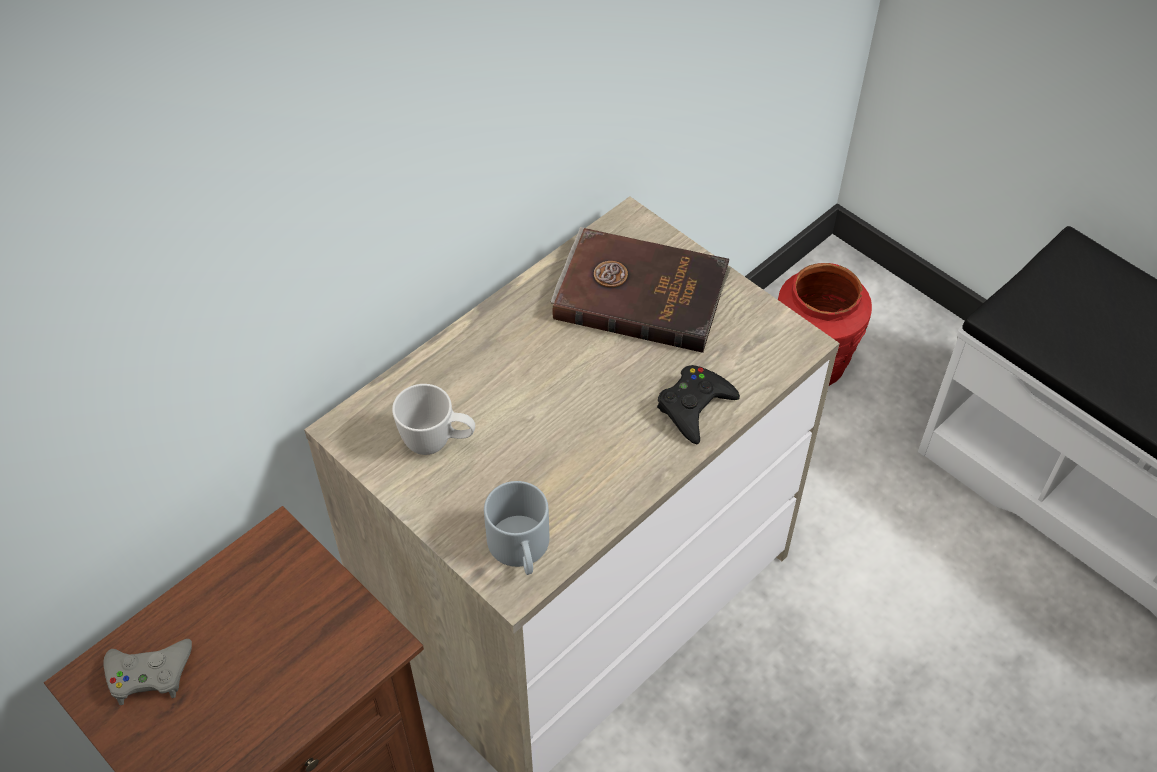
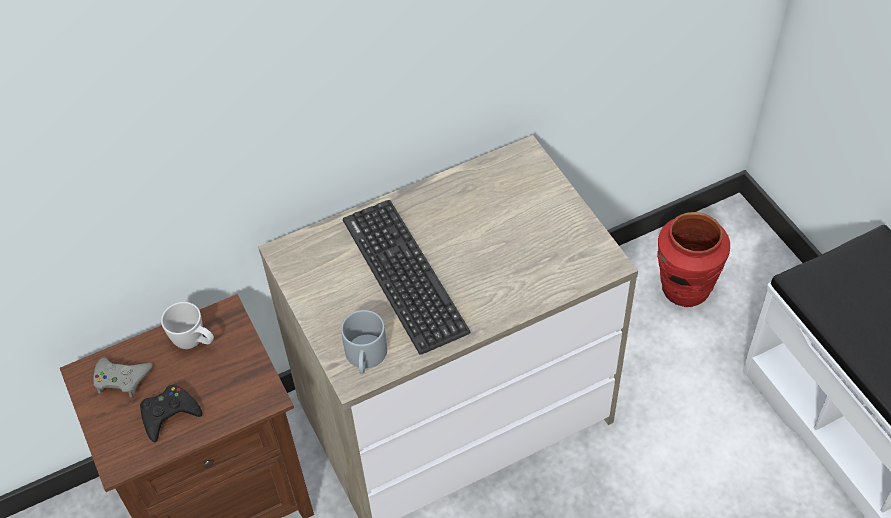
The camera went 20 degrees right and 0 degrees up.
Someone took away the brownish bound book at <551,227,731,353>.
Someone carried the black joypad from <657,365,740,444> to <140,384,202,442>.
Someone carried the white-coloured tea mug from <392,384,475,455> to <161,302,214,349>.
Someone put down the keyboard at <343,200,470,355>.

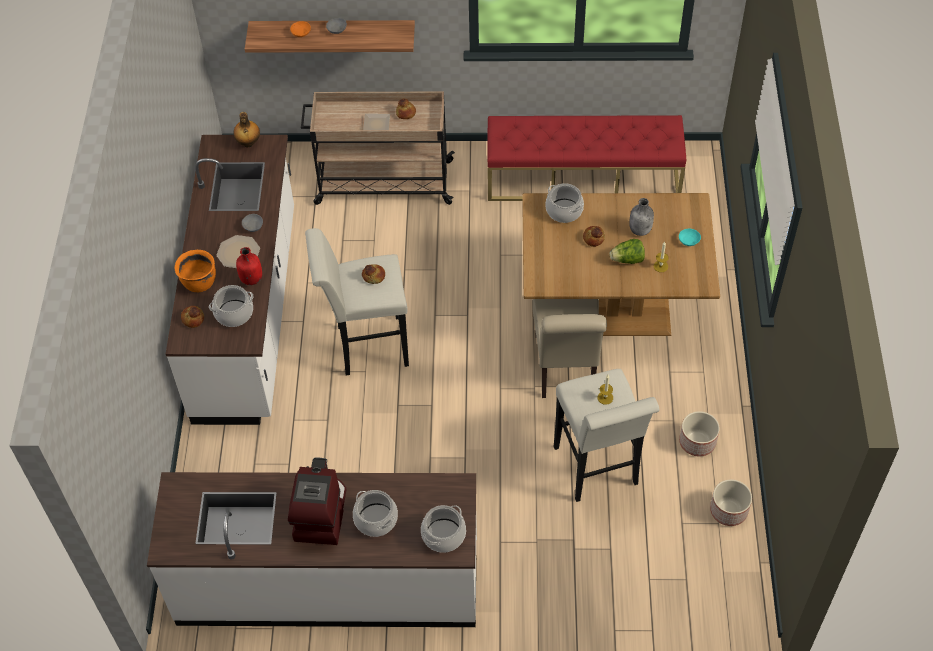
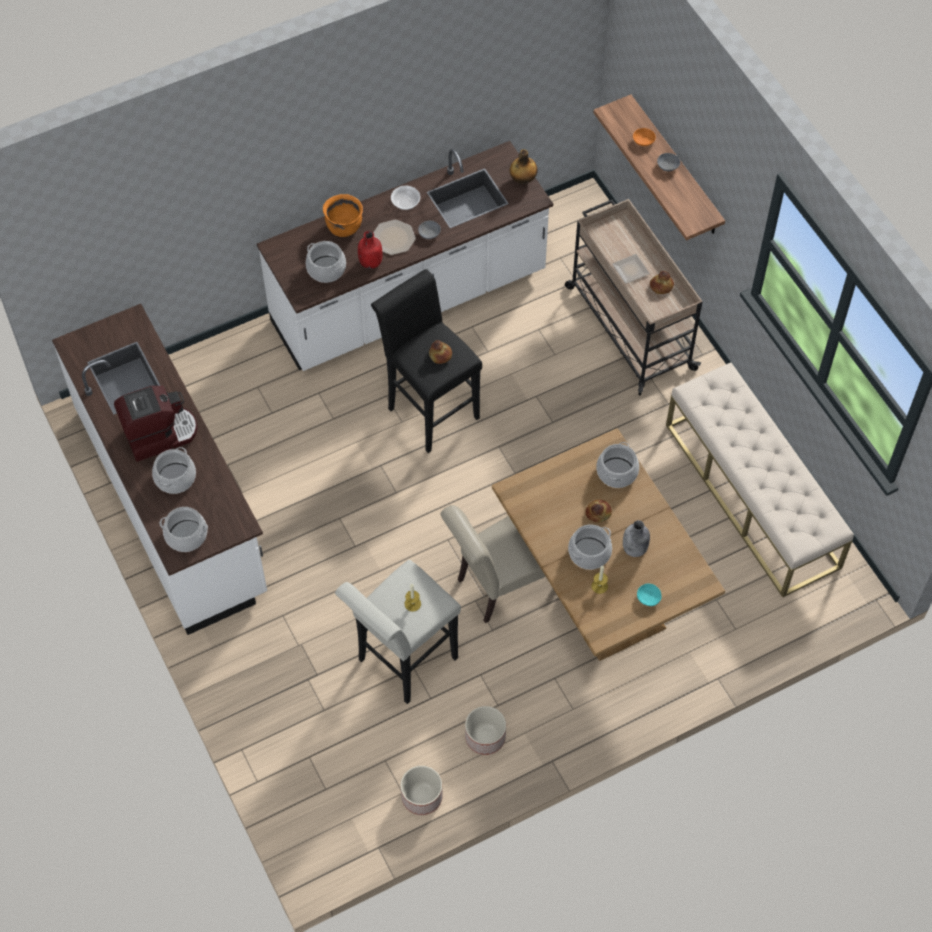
The camera went 60 degrees right and 5 degrees up.
Someone repainted the red-coloured indoor bench at <487,115,686,201>, which became the beige indoor bench at <666,363,854,597>.
Someone repainted the white-coloured sitting stool at <305,228,409,376>, which became the black sitting stool at <371,269,482,453>.
Someone swapped the lettuce at <610,239,645,264> for the cooking pot at <568,525,612,570>.
Someone took away the bread at <181,306,204,328>.
Someone put down the deep dish at <391,186,420,210>.

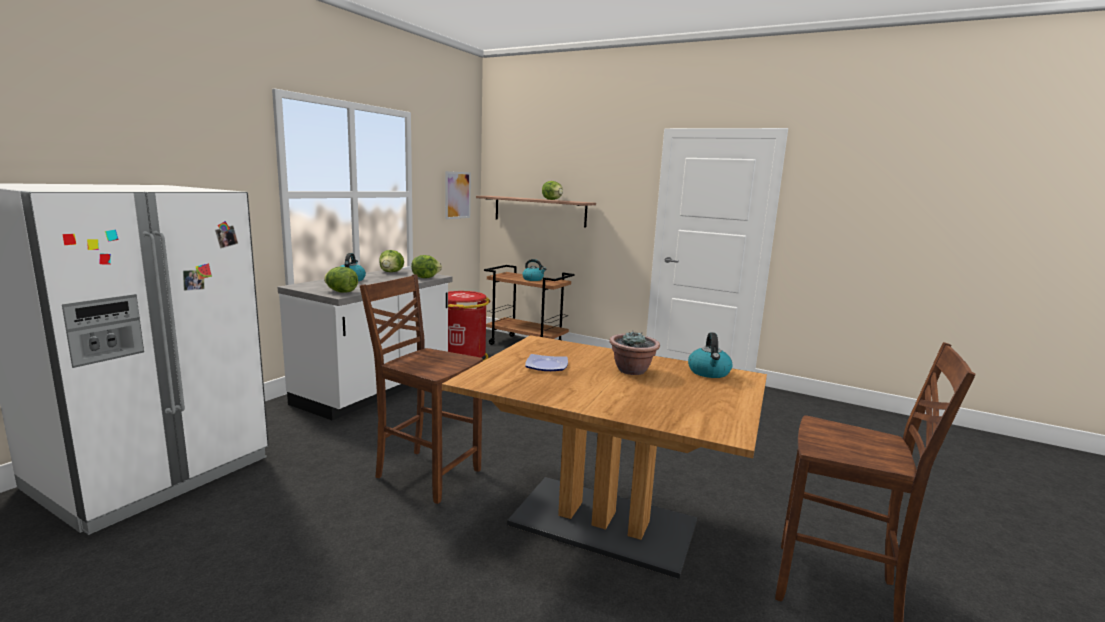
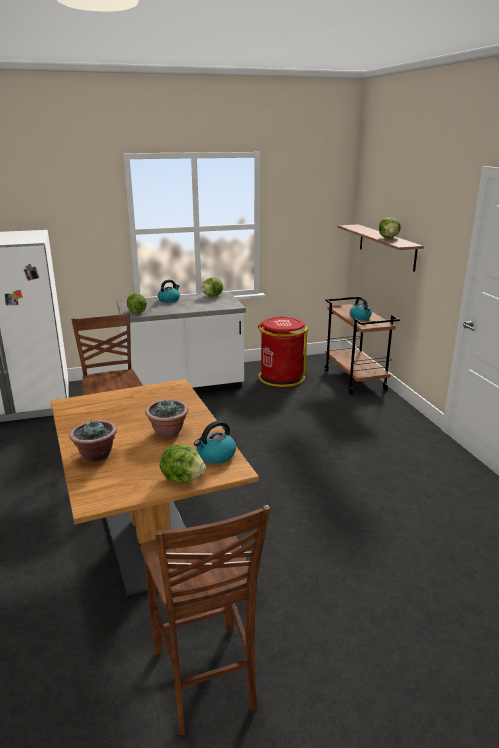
The camera went 45 degrees right and 10 degrees up.
Someone took away the wall picture at <445,171,471,219>.
Someone carried the lettuce from <411,255,442,278> to <159,444,206,483>.
Someone took away the dinner plate at <525,354,568,371>.
Someone put down the potted plant at <69,420,117,462>.

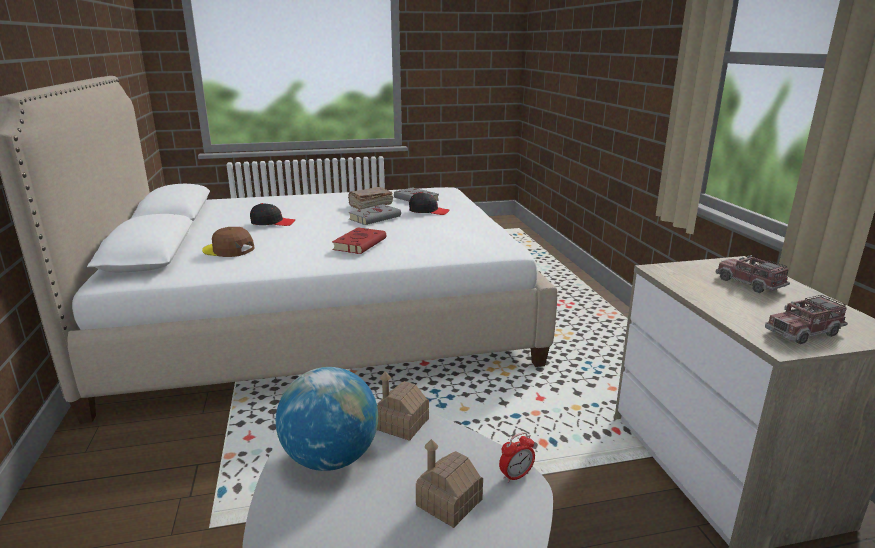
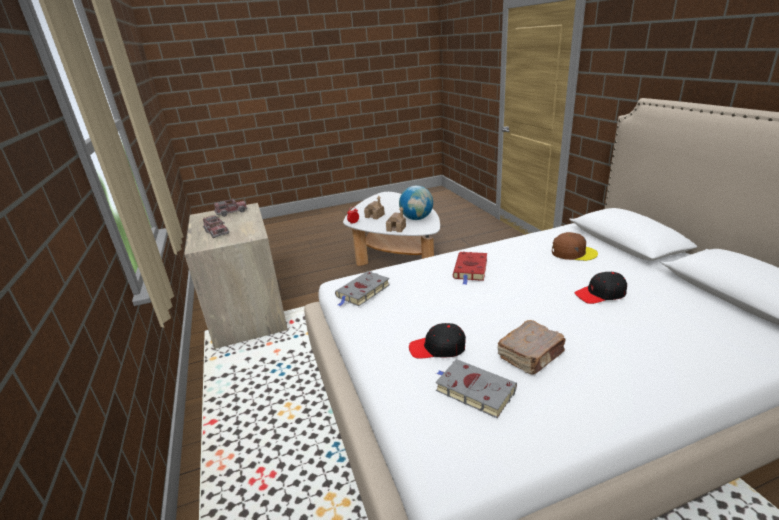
The camera went 175 degrees right and 5 degrees up.
Someone carried the greyish bound book from <348,204,401,225> to <335,271,390,306>.

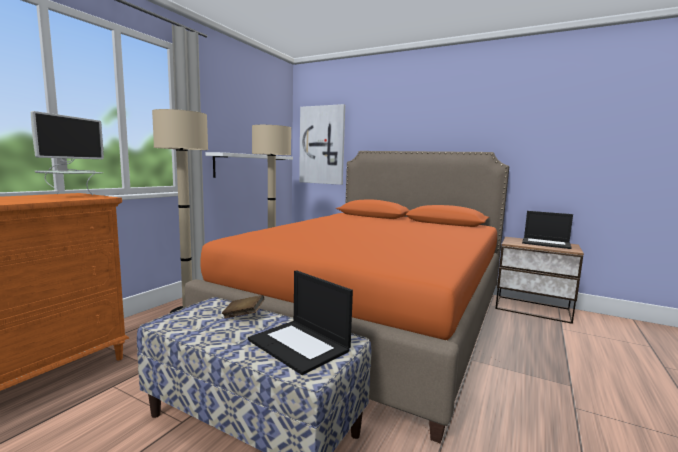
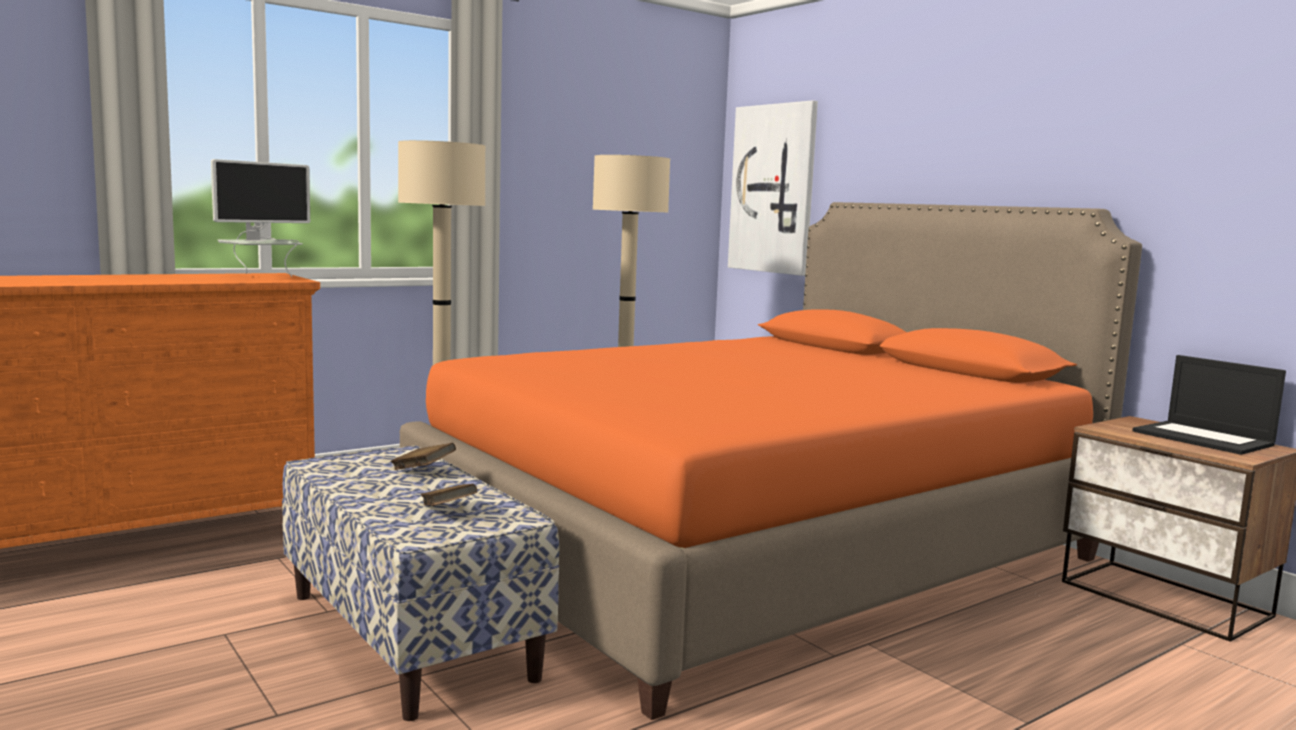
The camera went 25 degrees right and 0 degrees up.
Someone took away the white-coloured wall shelf at <205,152,293,178>.
Someone swapped the laptop at <248,270,353,375> for the brownish bound book at <421,484,477,506>.

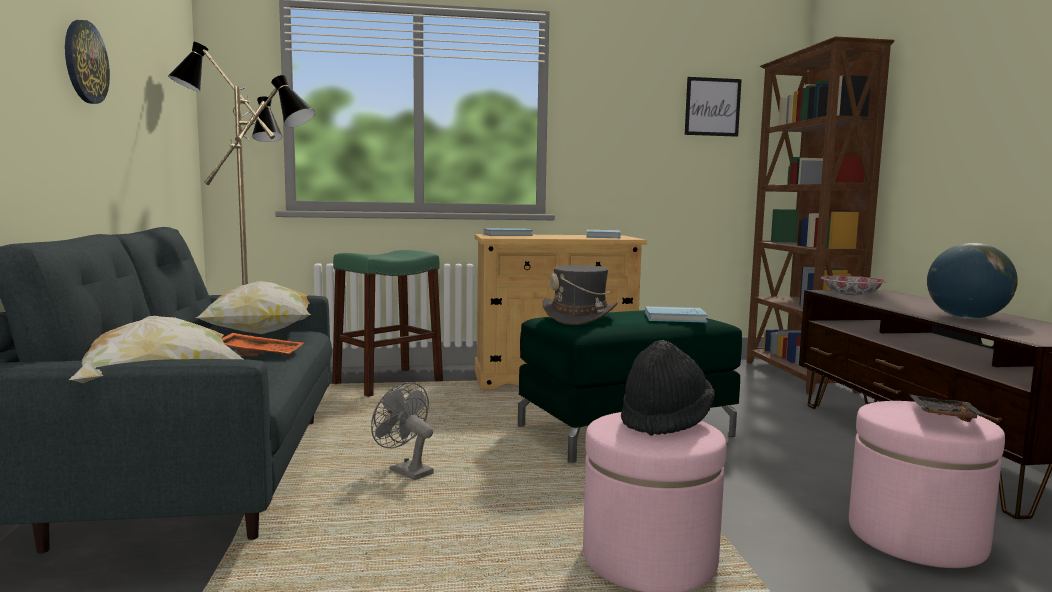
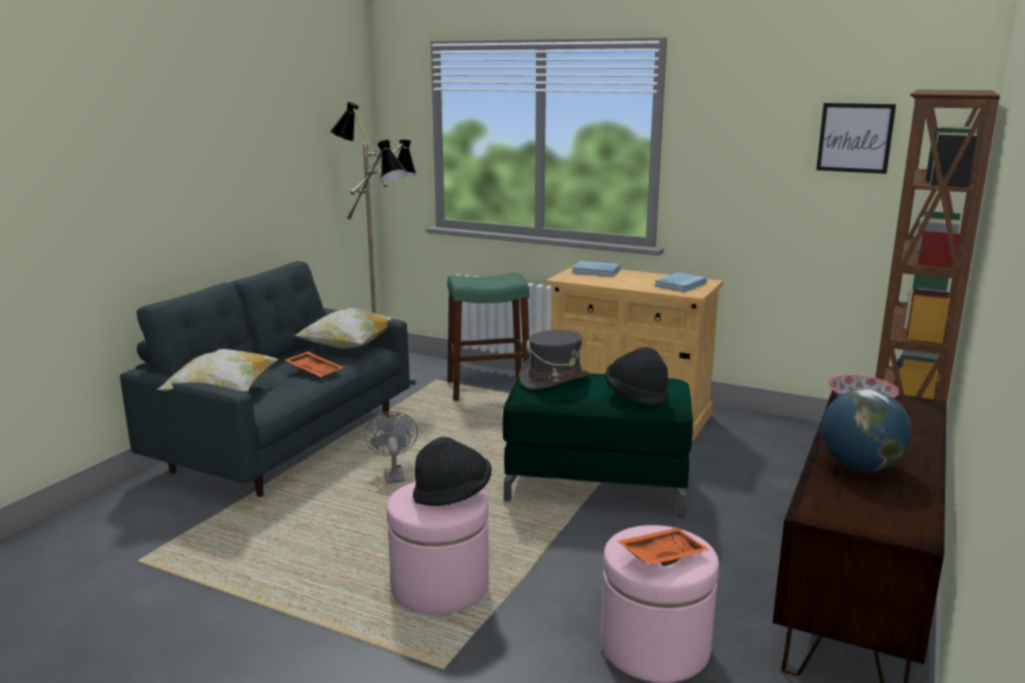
The camera went 35 degrees right and 10 degrees up.
Someone took away the hanging clock at <65,20,110,104>.
Someone swapped the blue-coloured bound book at <645,306,708,323> for the black hat at <605,347,669,405>.
Someone repainted the black carrying tray at <909,394,988,422>, which became the orangey carrying tray at <617,527,710,566>.

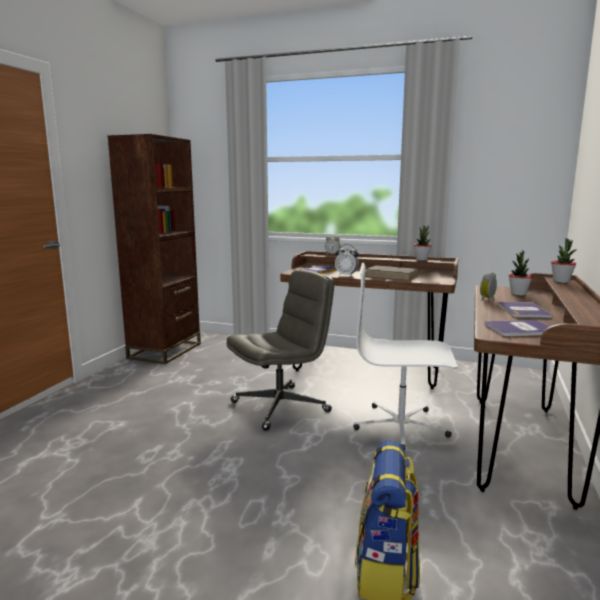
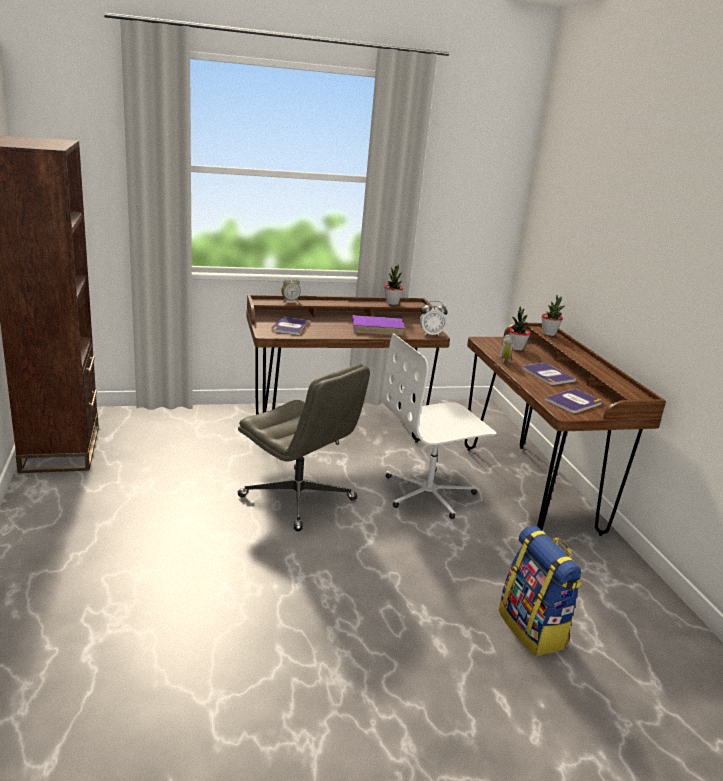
The camera went 35 degrees left and 10 degrees up.
Someone carried the bedside clock from <335,244,359,277> to <420,301,448,336>.
Someone repainted the brownish bound book at <366,265,419,281>, which became the purple bound book at <352,315,405,336>.
Someone rotated the greyish computer chair at <226,270,334,431> by 105 degrees clockwise.

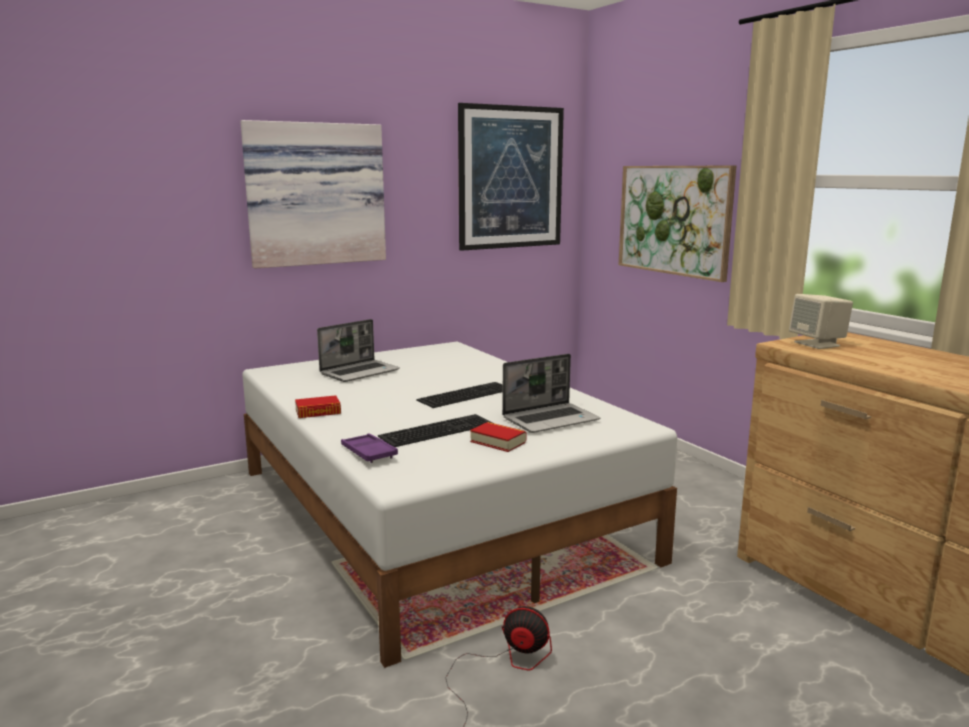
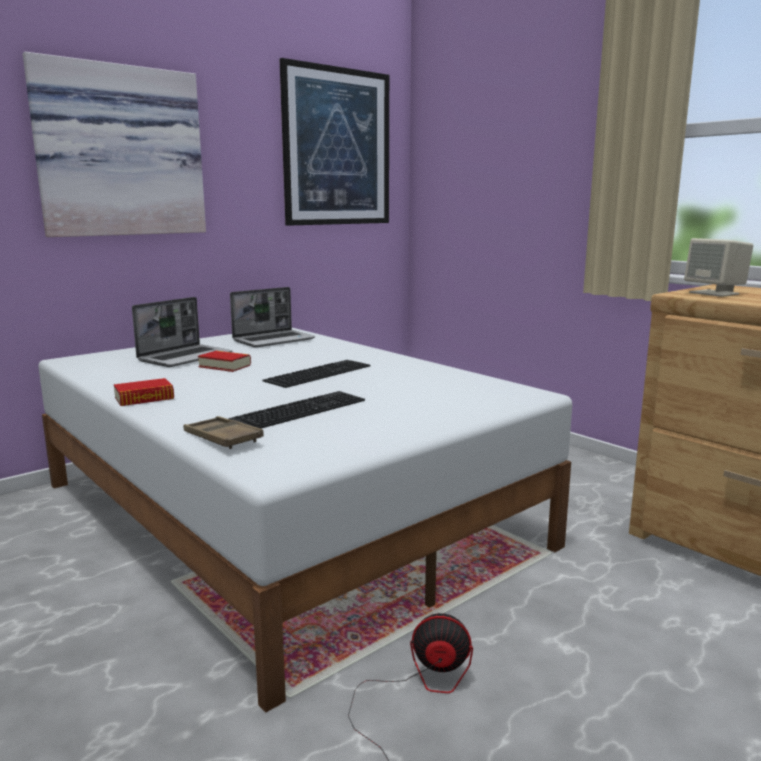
The camera went 10 degrees left and 0 degrees up.
Someone took away the wall picture at <619,166,736,282>.
Someone carried the laptop from <502,354,600,433> to <230,287,315,347>.
Someone carried the bound book from <470,422,527,452> to <198,351,251,372>.
Someone repainted the purple carrying tray at <341,433,398,463>, which became the brownish carrying tray at <184,416,264,449>.

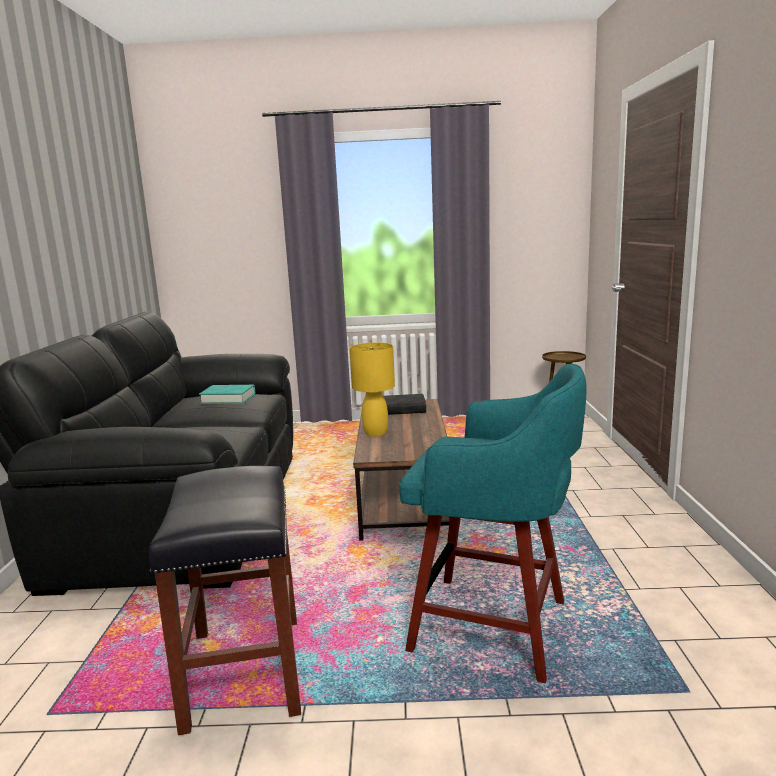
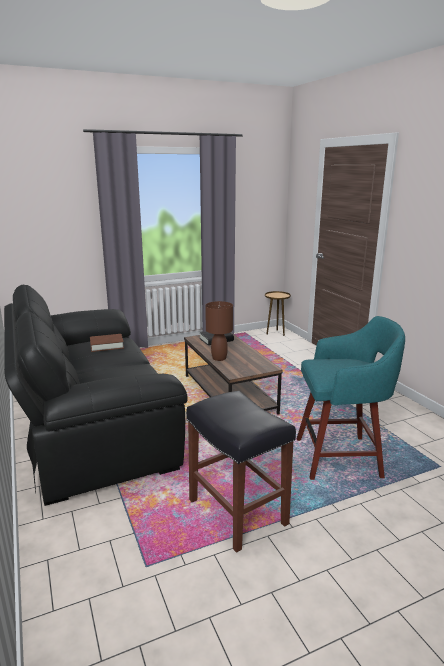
The camera went 25 degrees left and 5 degrees up.
Someone repainted the yellowish tabletop lamp at <350,342,395,437>, which became the brownish tabletop lamp at <205,301,233,361>.
Someone repainted the turquoise-coloured bound book at <199,385,255,404>, which became the brownish bound book at <90,334,124,352>.

